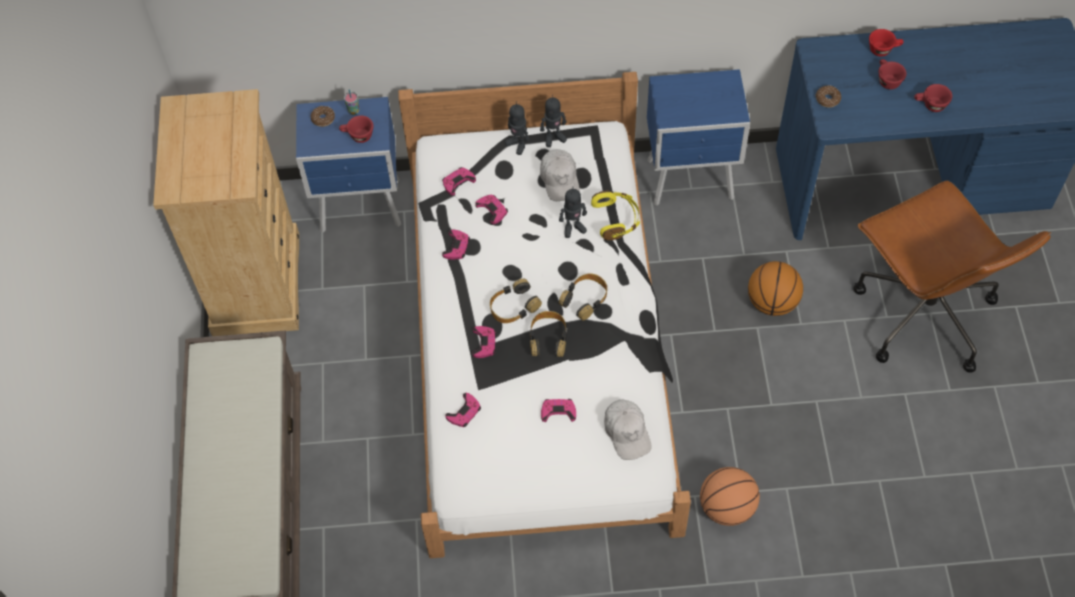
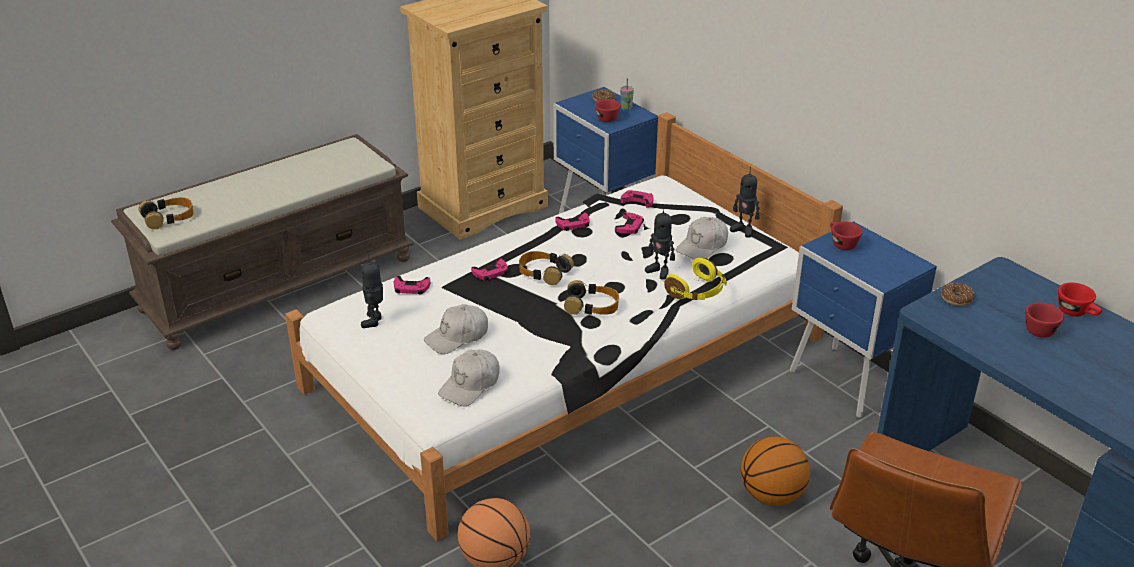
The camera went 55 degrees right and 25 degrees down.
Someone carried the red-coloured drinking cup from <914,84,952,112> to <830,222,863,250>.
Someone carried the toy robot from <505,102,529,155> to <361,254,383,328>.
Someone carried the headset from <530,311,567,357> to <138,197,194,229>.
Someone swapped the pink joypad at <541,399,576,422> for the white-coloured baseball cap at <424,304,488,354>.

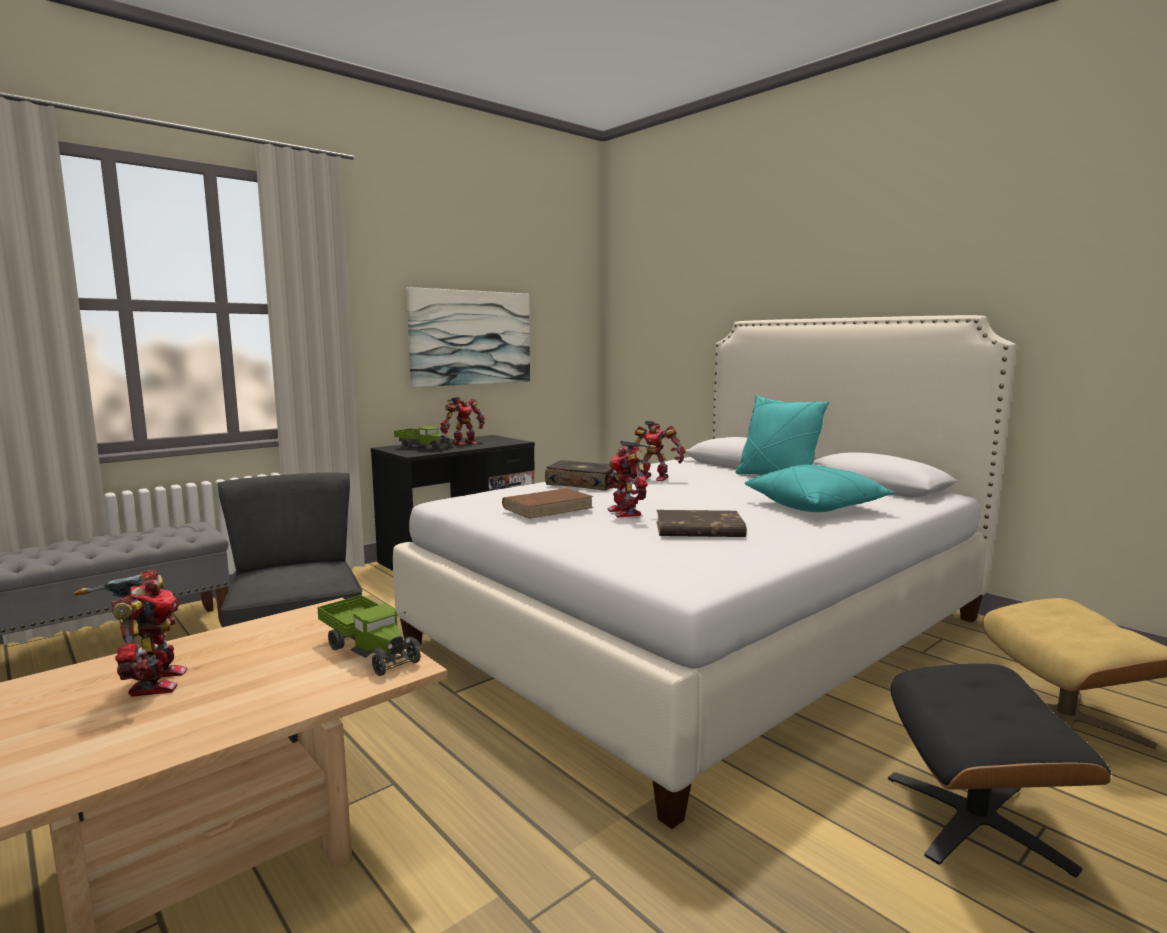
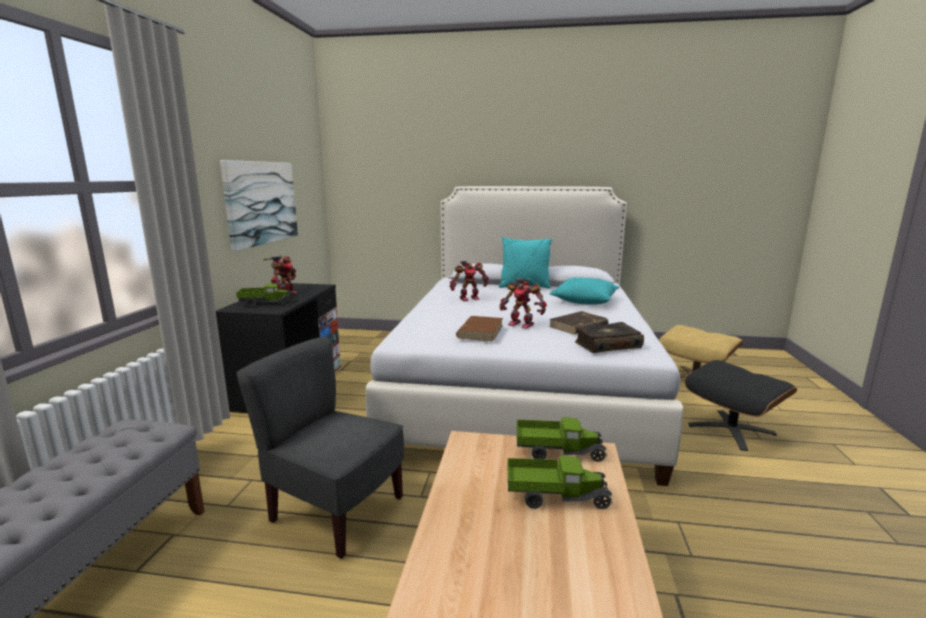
The camera went 40 degrees left and 5 degrees up.
Someone carried the bound book from <545,460,613,491> to <575,322,644,353>.
Someone took away the toy robot at <74,569,187,697>.
Someone put down the model truck at <507,455,612,509>.

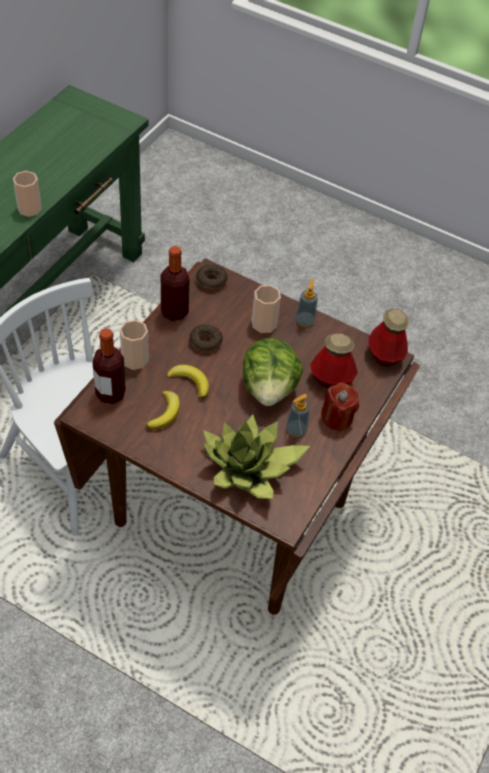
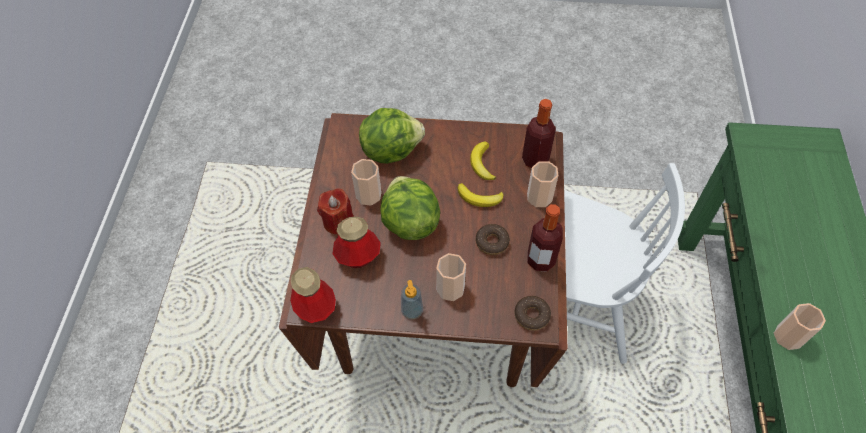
The camera went 160 degrees right and 5 degrees up.
Someone swapped the soap bottle at <286,394,310,438> for the drinking cup at <351,159,382,205>.
Someone swapped the potted plant at <203,414,310,499> for the lettuce at <359,108,425,164>.

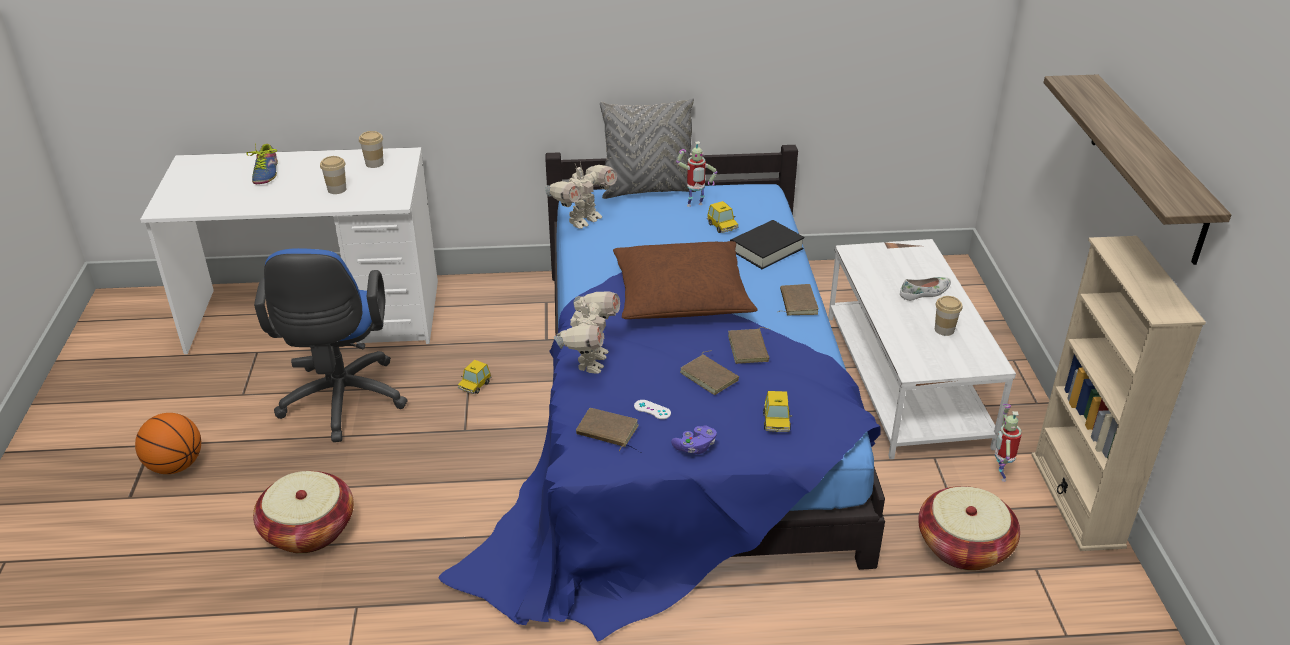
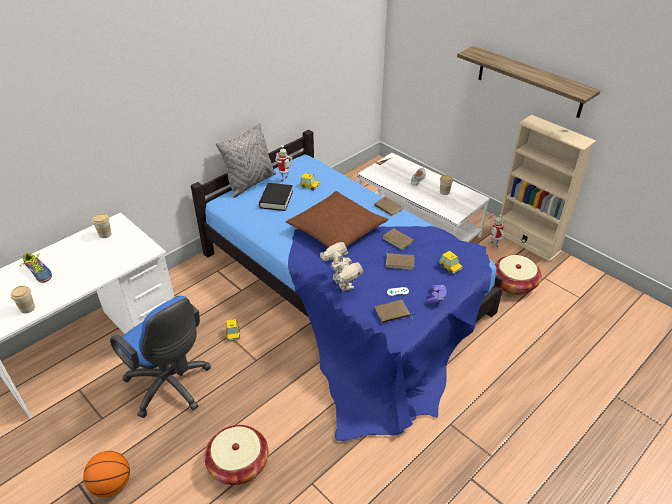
The camera went 40 degrees left and 5 degrees up.
Someone carried the drinking cup from <320,156,346,194> to <10,286,35,314>.
Someone took away the toy robot at <545,162,617,229>.
Someone carried the black bound book from <730,220,804,269> to <259,183,293,211>.

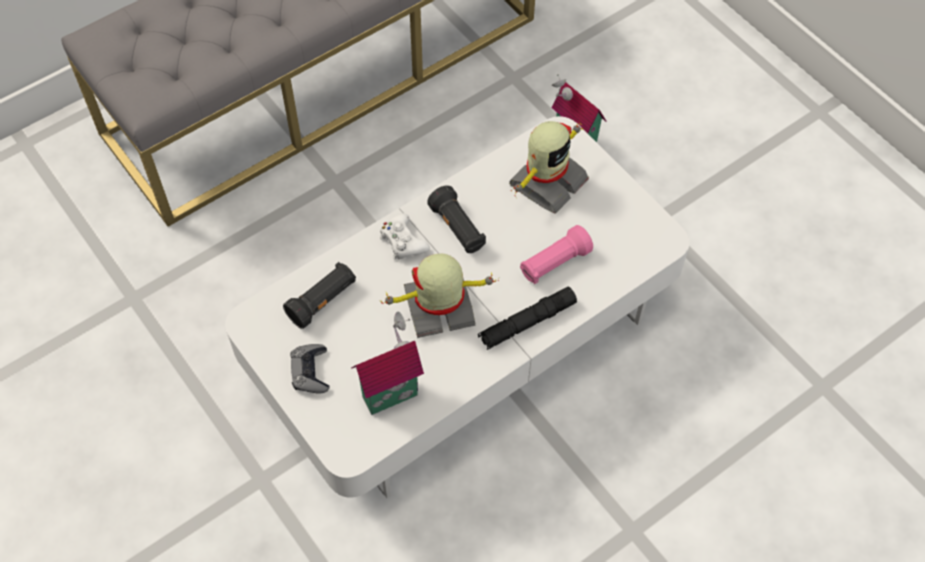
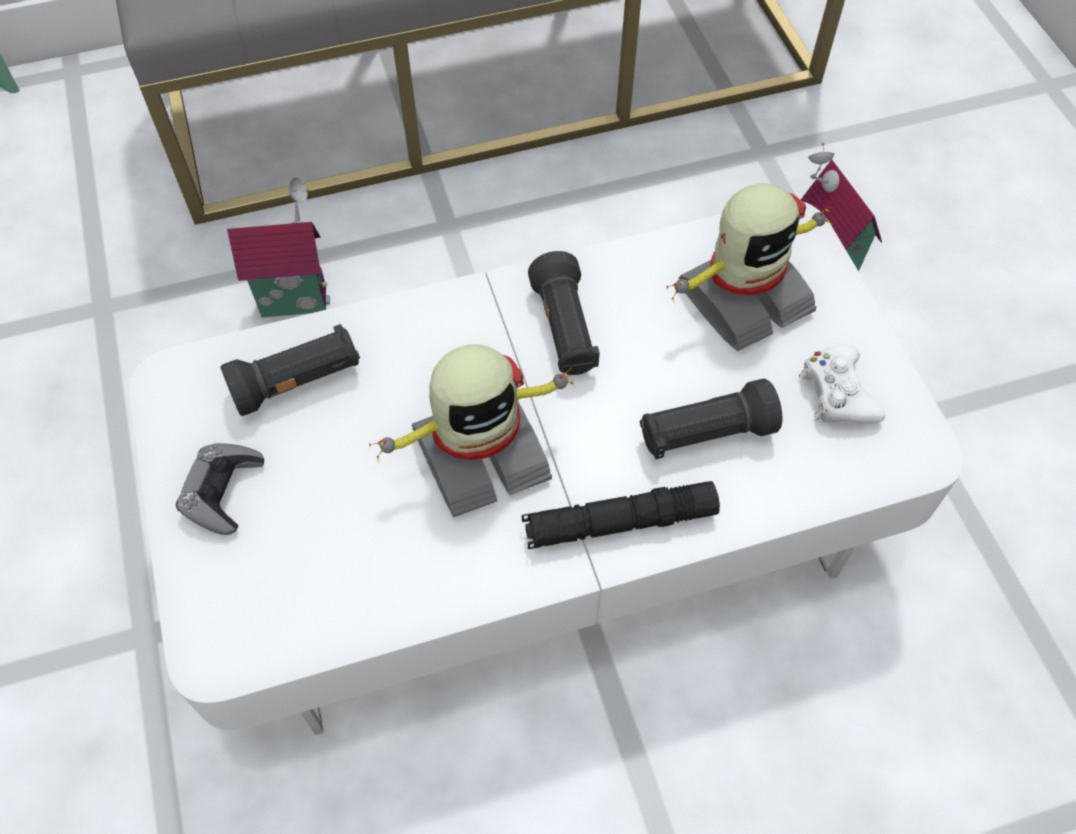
The camera went 20 degrees right and 0 degrees up.
Someone carried the white-coloured joypad from <380,213,430,260> to <799,345,885,424>.
Someone repainted the pink hand torch at <520,225,593,284>, which became the black hand torch at <640,379,782,459>.
Someone rotated the toy robot at <381,254,499,338> by 150 degrees clockwise.
Someone carried the miniature house from <351,311,424,415> to <227,177,330,317>.

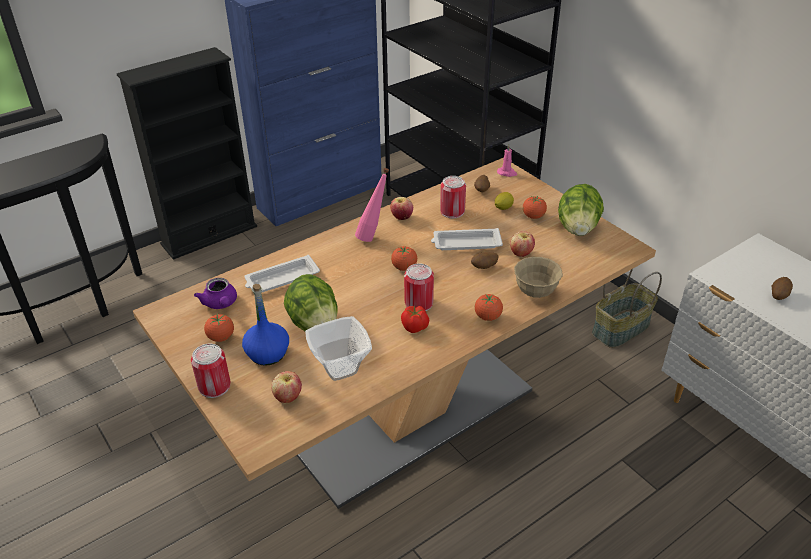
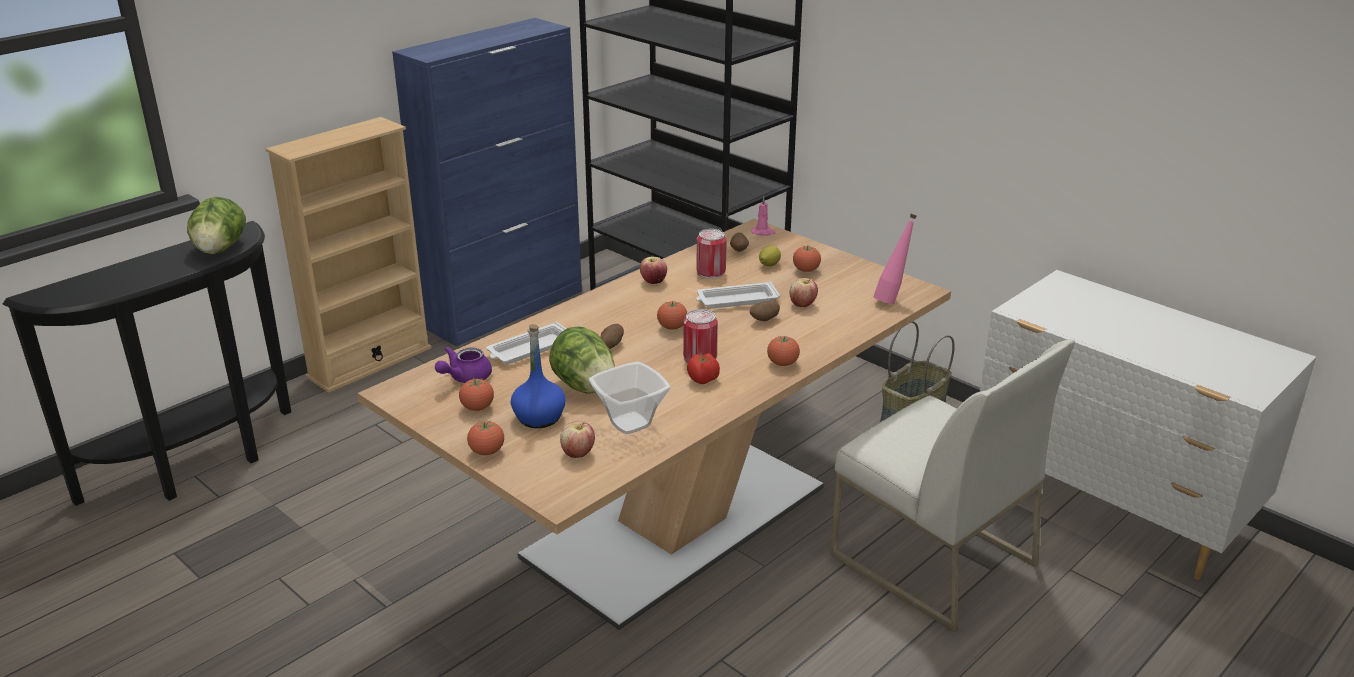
The camera went 10 degrees left and 10 degrees down.
Someone repainted the black bookcase at <117,47,257,260>, which became the beige bookcase at <266,117,432,393>.
Someone carried the pink drink bottle from <355,168,389,242> to <873,214,917,304>.
Someone carried the lettuce from <558,184,604,236> to <187,197,246,254>.
Someone took away the beige deep dish at <514,257,563,298>.
Someone carried the spud from <772,277,793,300> to <600,324,624,349>.
Someone rotated the purple teapot at <194,278,237,309> by 75 degrees clockwise.
Someone swapped the metal can at <191,344,230,398> for the tomato at <467,420,504,455>.
Someone put down the white-coloured chair at <830,340,1075,632>.

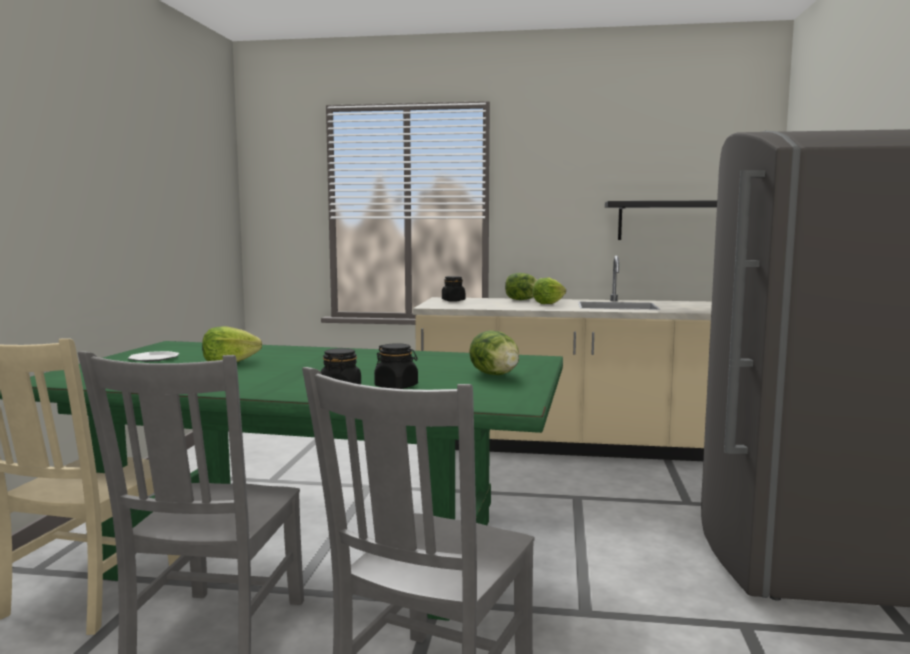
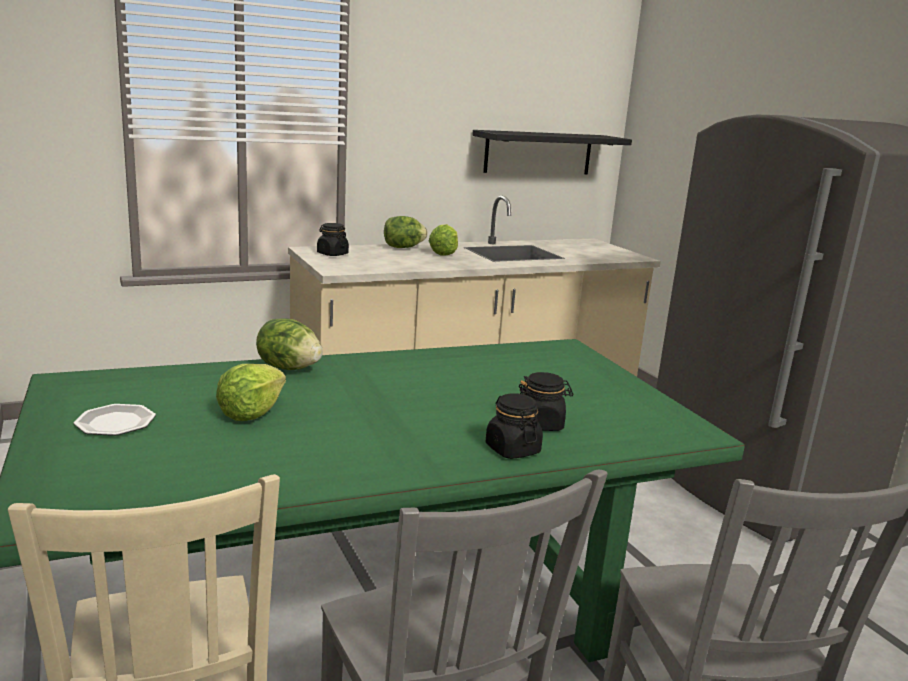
The camera went 35 degrees left and 10 degrees up.
Someone carried the lettuce from <469,330,519,375> to <256,318,323,370>.

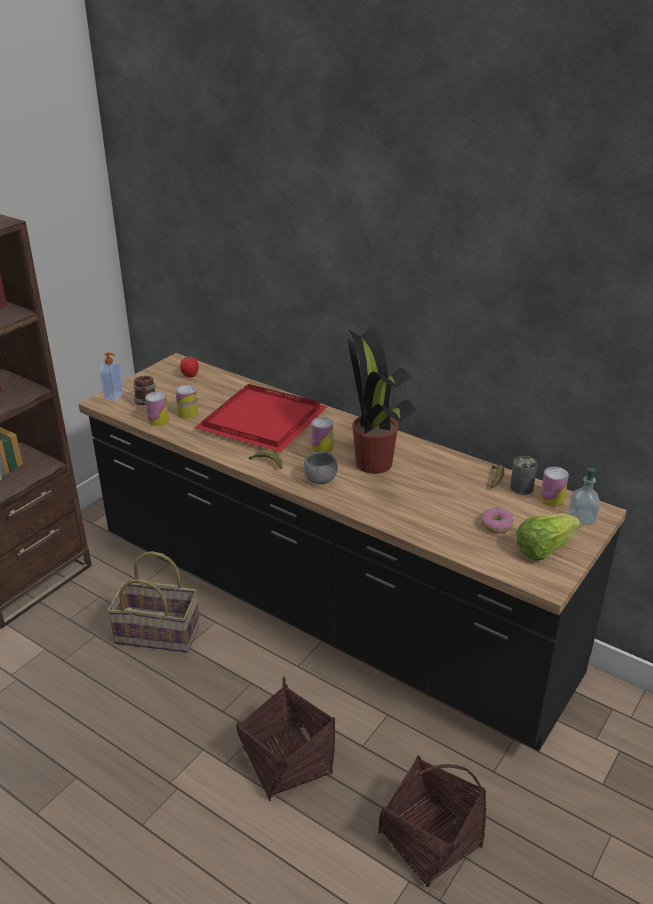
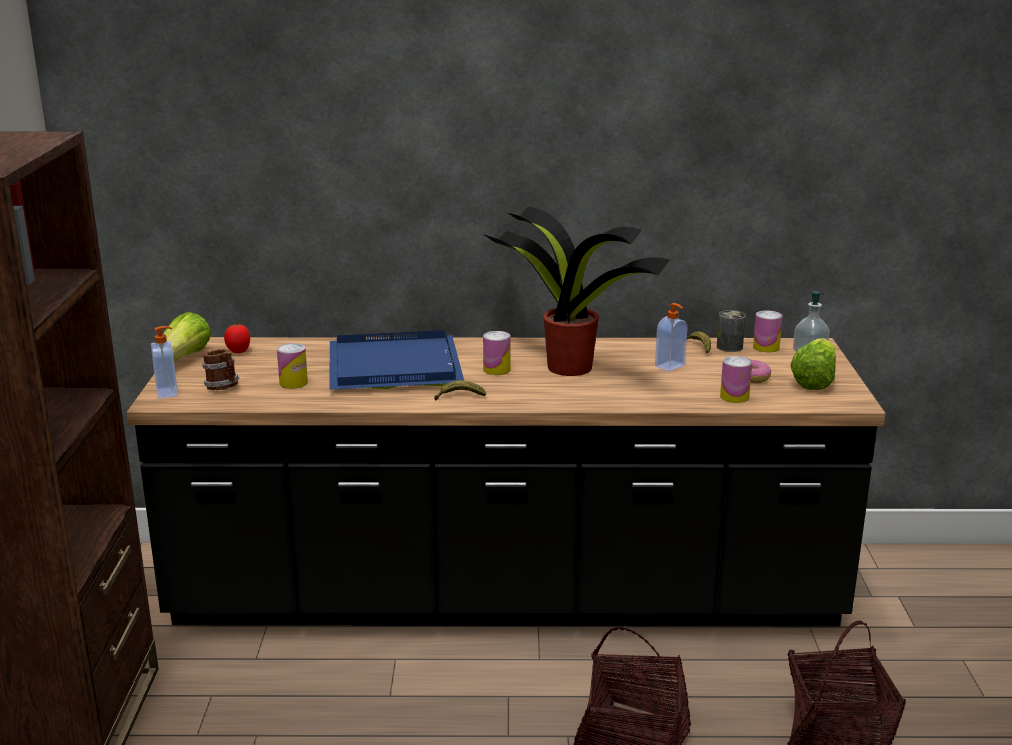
The camera went 35 degrees left and 10 degrees down.
Someone repainted the red-coloured carrying tray at <194,384,328,452>, which became the blue-coloured carrying tray at <330,330,464,390>.
Someone carried the metal can from <145,392,169,426> to <720,356,752,403>.
Someone took away the greyish deep dish at <303,452,338,484>.
Someone took away the storage basket at <107,551,200,653>.
Someone put down the soap bottle at <655,303,687,372>.
Someone put down the lettuce at <163,312,211,361>.

